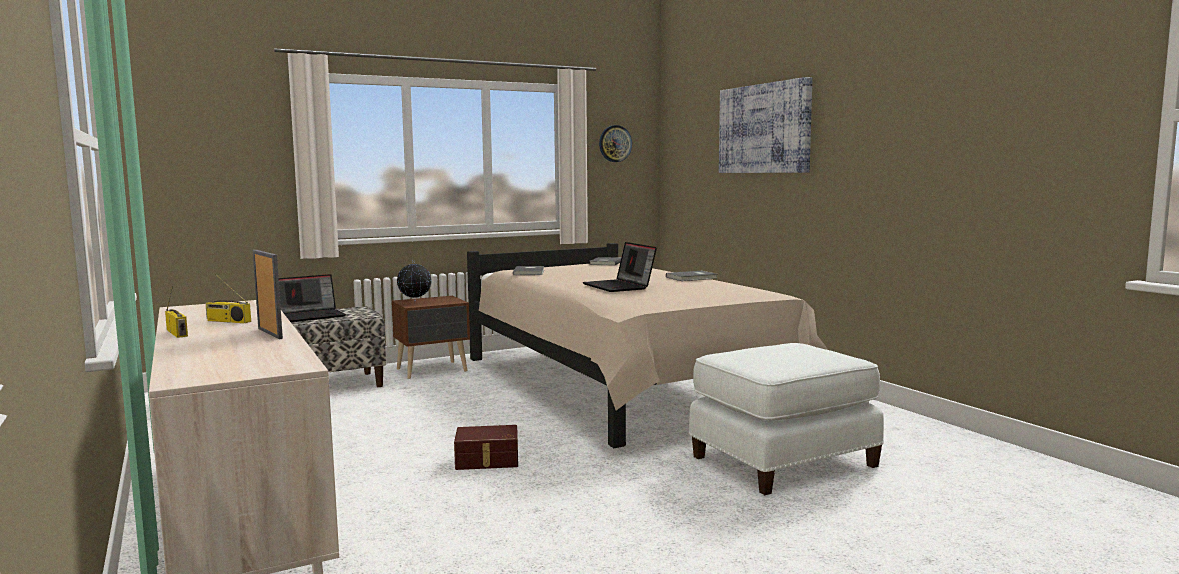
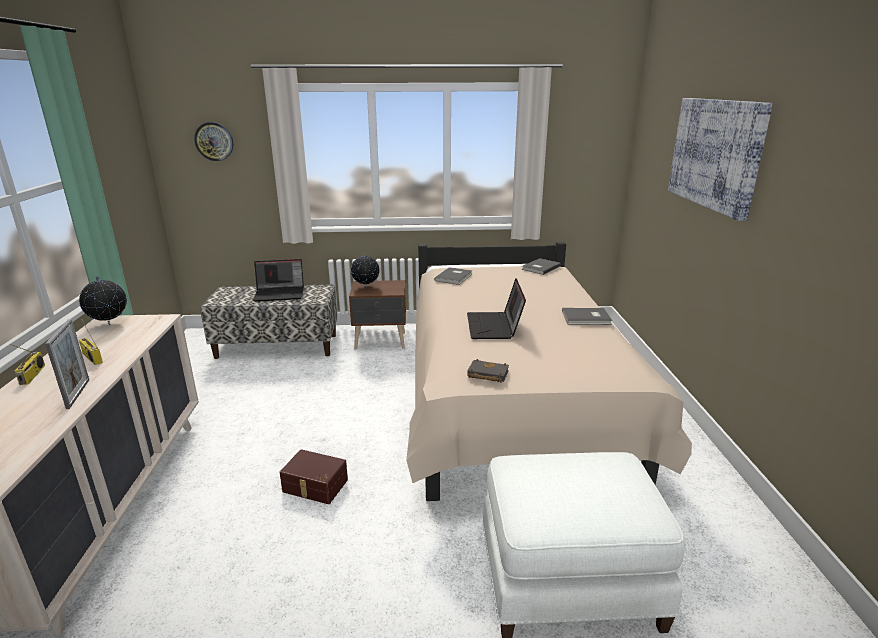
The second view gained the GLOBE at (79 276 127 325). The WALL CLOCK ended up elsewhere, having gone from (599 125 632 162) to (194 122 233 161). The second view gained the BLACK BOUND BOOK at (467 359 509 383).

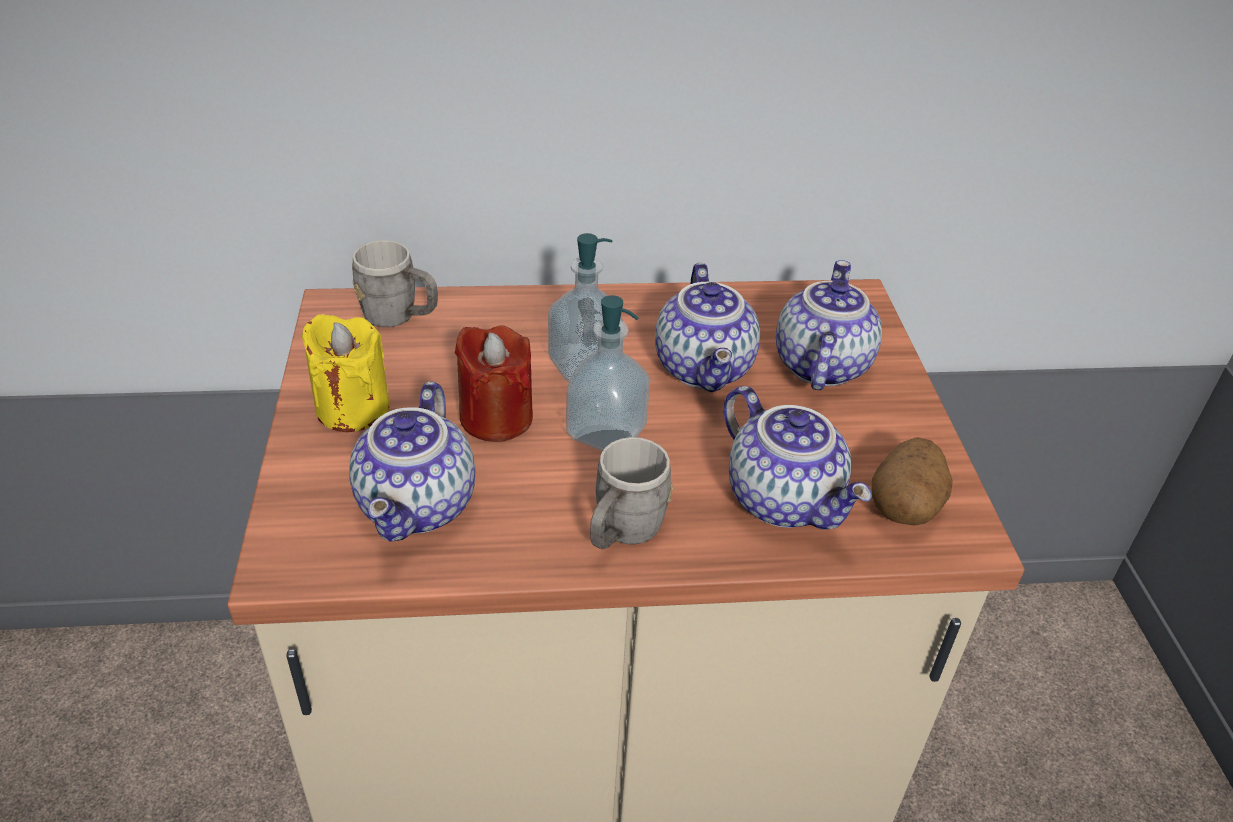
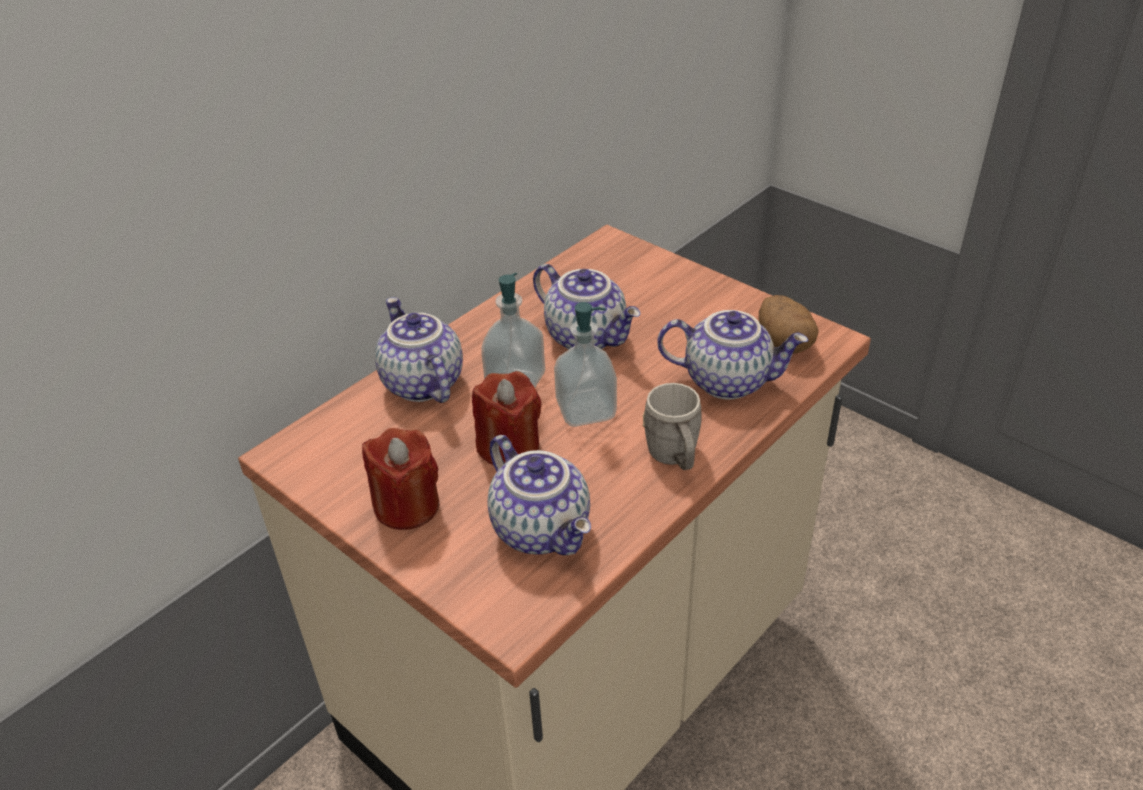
What was the YELLOW-COLOURED WAX CANDLE at (301 314 390 432) turned into the RED WAX CANDLE at (362 428 440 530). The POT FOR TEA ended up elsewhere, having gone from (776 260 882 390) to (375 297 463 403). The second view lost the GREY TEA MUG at (352 240 438 327).

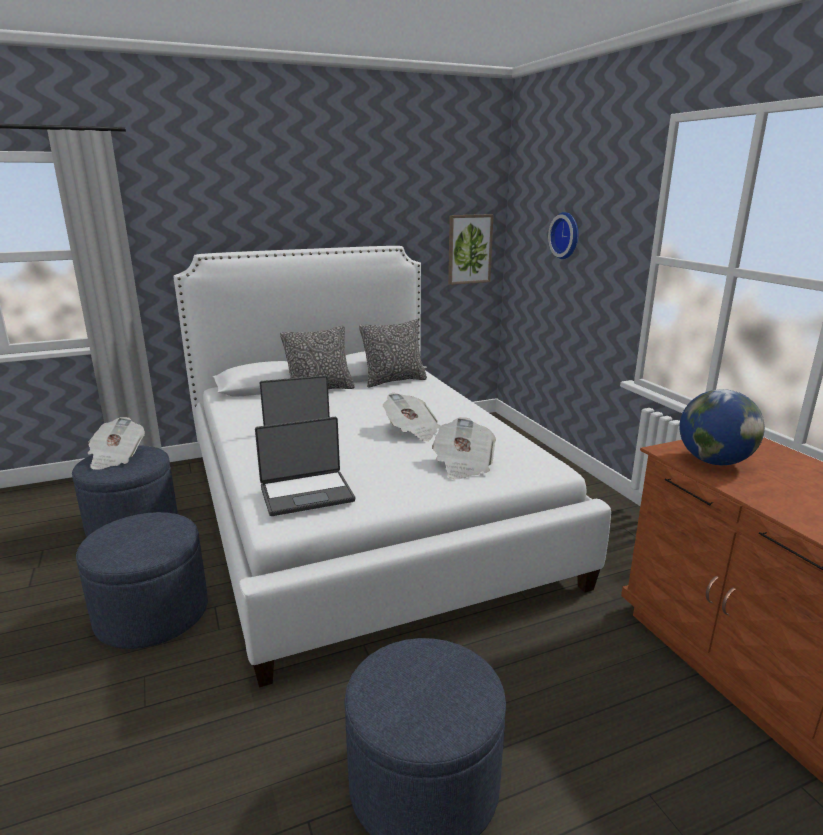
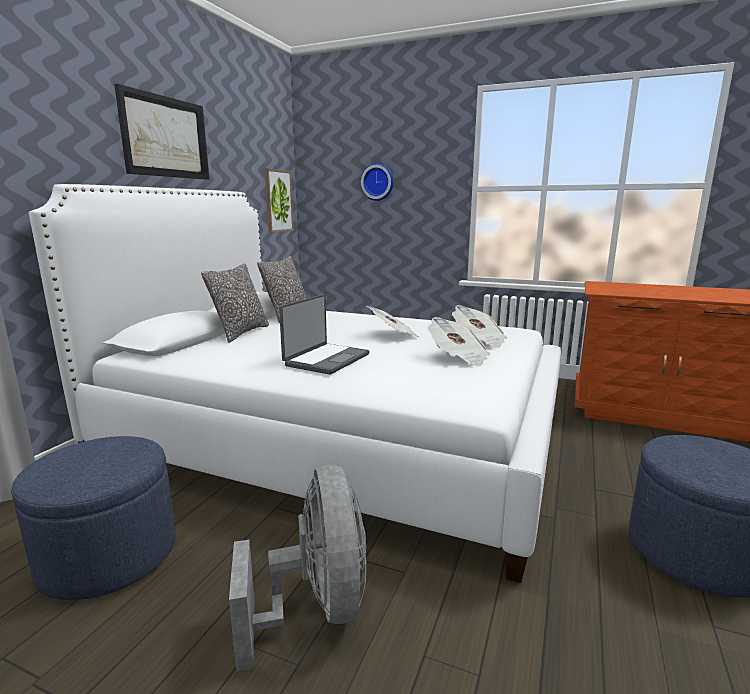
The second view gained the WALL PICTURE at (114 84 209 180). Where the BLUE POUFFE stood at (76 512 208 649), the GREY ELECTRIC FAN came to stand at (229 464 366 672). The DAILY PAPER ended up elsewhere, having gone from (88 417 145 470) to (428 317 490 367). The second view lost the NOTEBOOK COMPUTER at (255 417 355 516). The second view lost the GLOBE at (679 389 765 465).

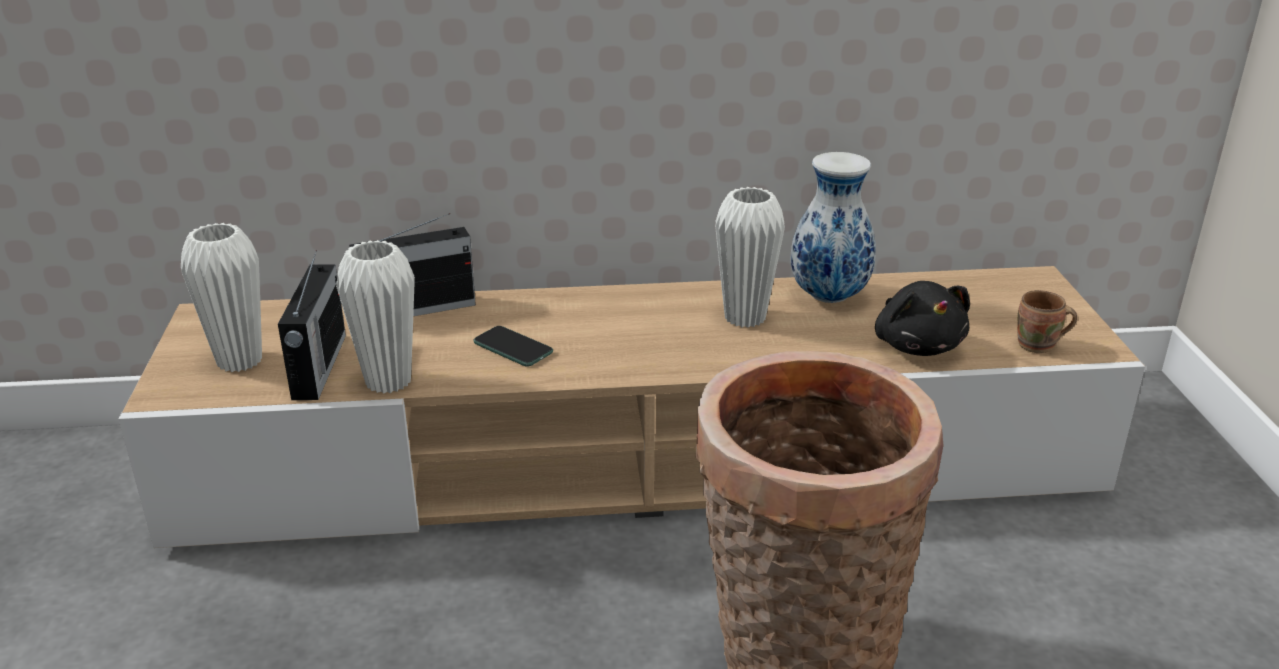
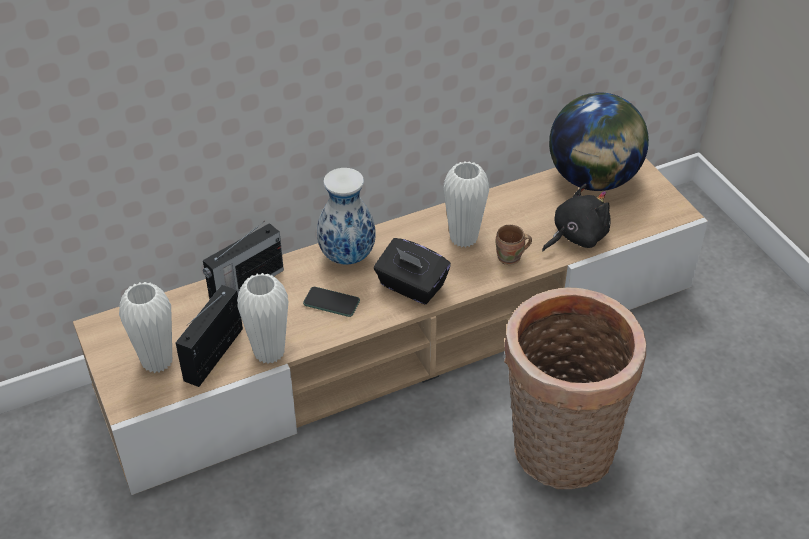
The RADIO at (278 250 346 400) ended up facing another way, 135 degrees counterclockwise from before. The VASE ended up elsewhere, having gone from (790 152 876 303) to (317 168 376 265). The second view gained the BLACK BOX OF TISSUES at (374 238 451 304). The BROWNISH TEA MUG ended up elsewhere, having gone from (1017 290 1077 353) to (496 225 532 265). The BLACK SOFT TOY at (875 281 970 356) ended up facing another way, 90 degrees counterclockwise from before. The second view gained the GLOBE at (549 92 649 191).

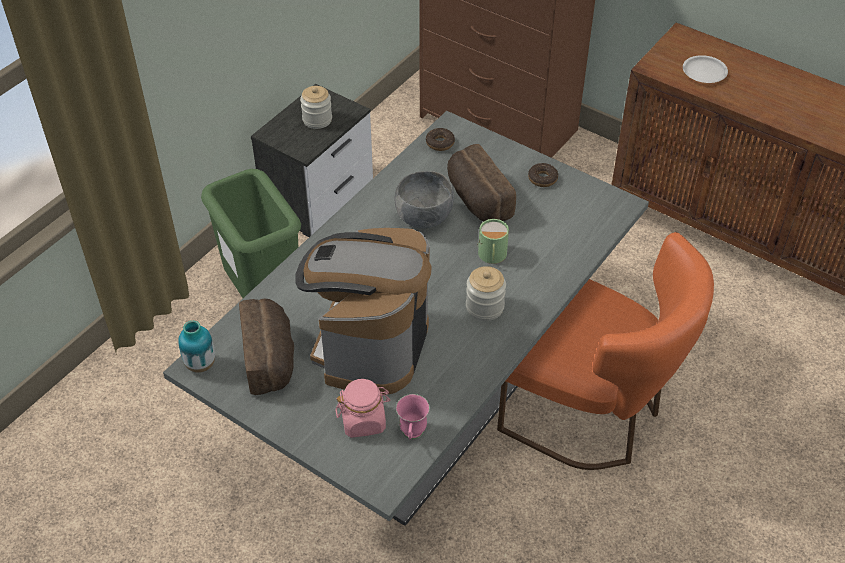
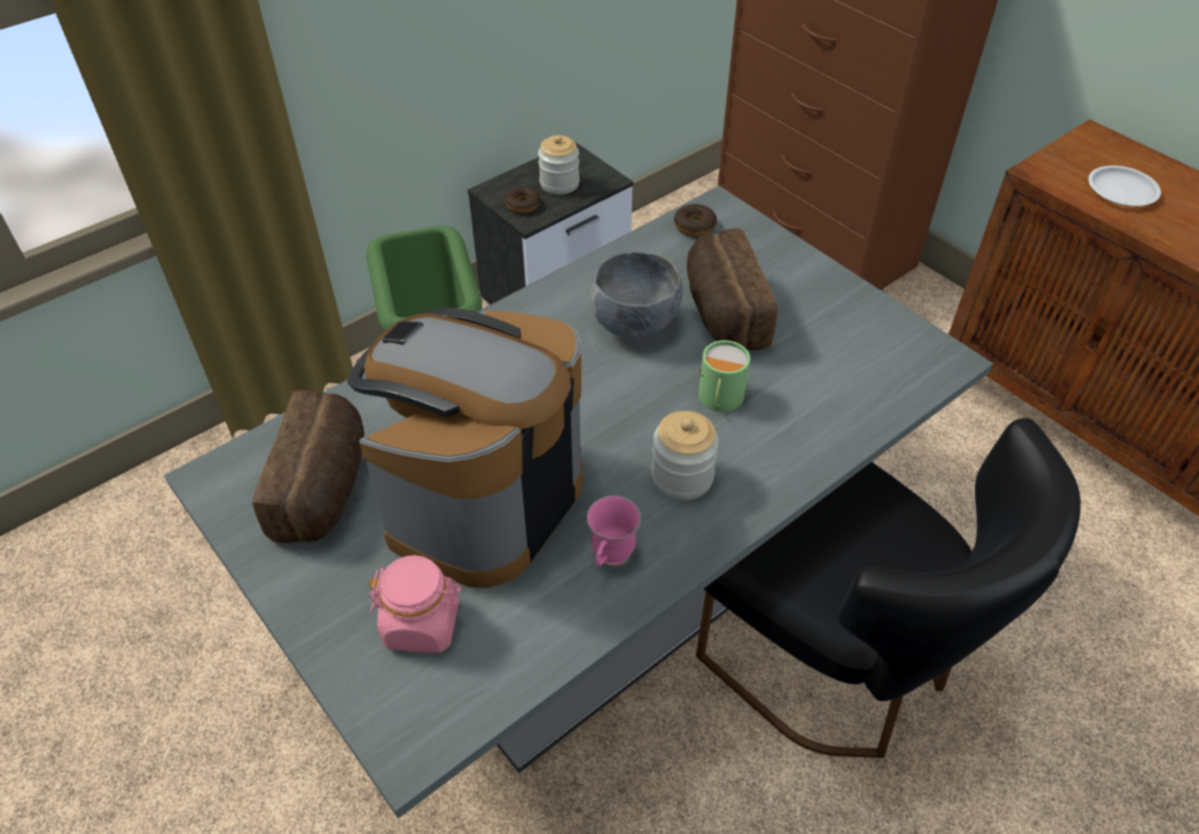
The DONUT ended up elsewhere, having gone from (528 163 558 187) to (505 187 540 213). The PINKISH TEA MUG ended up elsewhere, having gone from (396 394 430 439) to (587 495 641 567). What was the ORANGE UPRIGHT CHAIR at (497 232 714 470) turned into the BLACK UPRIGHT CHAIR at (696 418 1081 758). The second view lost the VASE at (178 321 215 373).

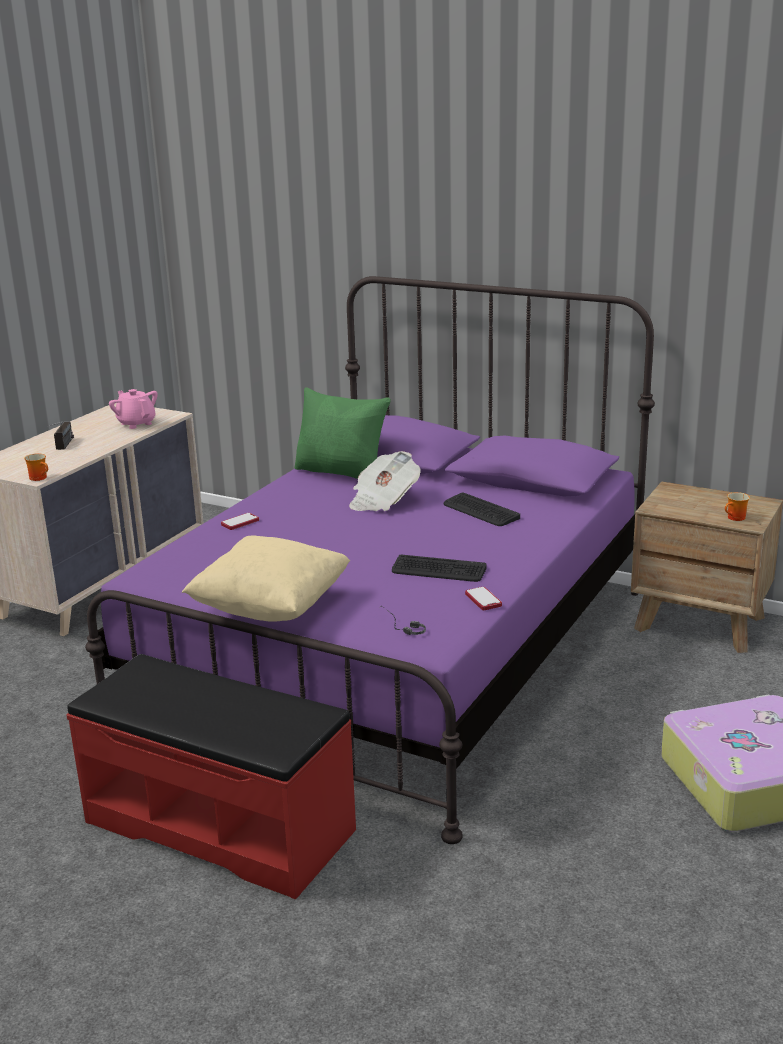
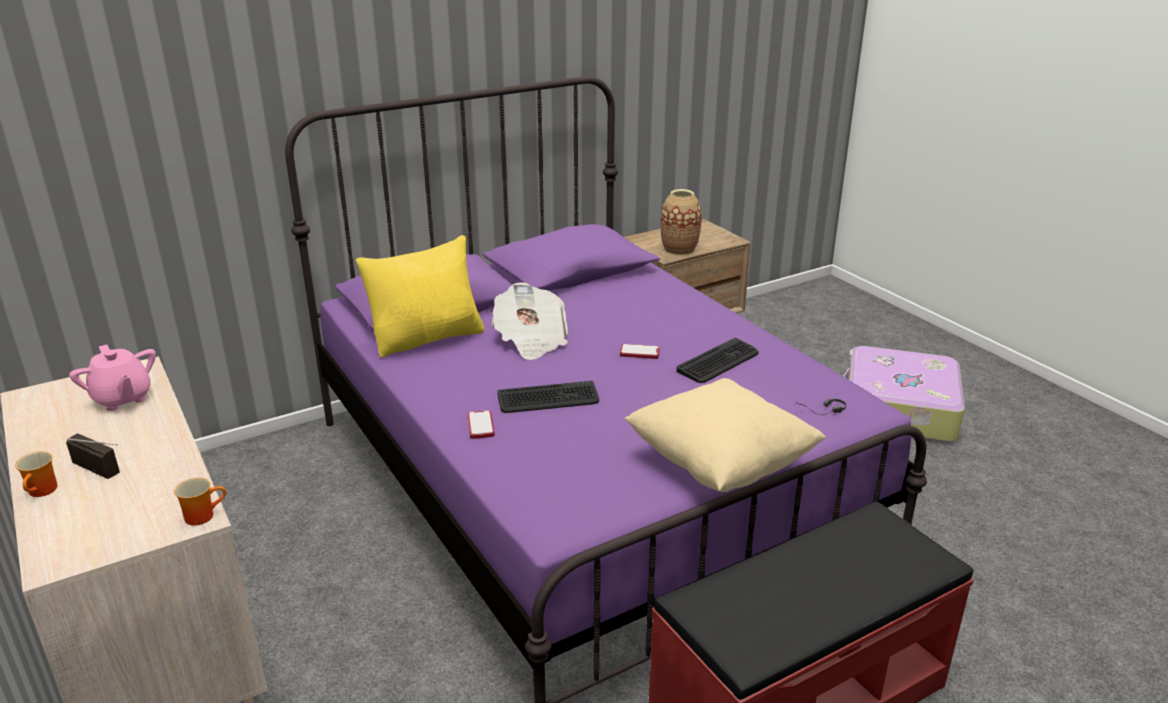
The TEA MUG ended up elsewhere, having gone from (725 492 750 521) to (15 451 58 497). The PINKISH POT FOR TEA at (109 389 158 429) ended up facing another way, 120 degrees counterclockwise from before. What was the GREEN THROW PILLOW at (294 388 391 479) turned into the YELLOW-COLOURED THROW PILLOW at (356 235 484 357). The COMPUTER KEYBOARD ended up elsewhere, having gone from (444 492 520 526) to (497 381 599 413). The HANDSET ended up elsewhere, having gone from (465 587 502 610) to (620 344 660 359). The second view gained the VASE at (661 189 702 256).

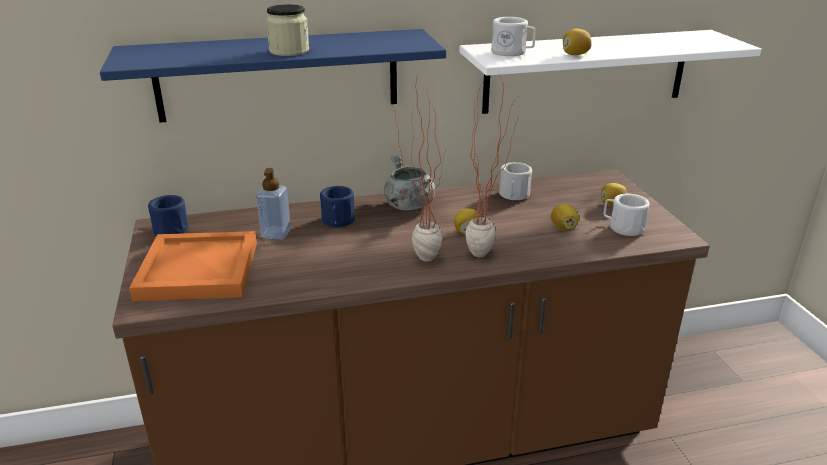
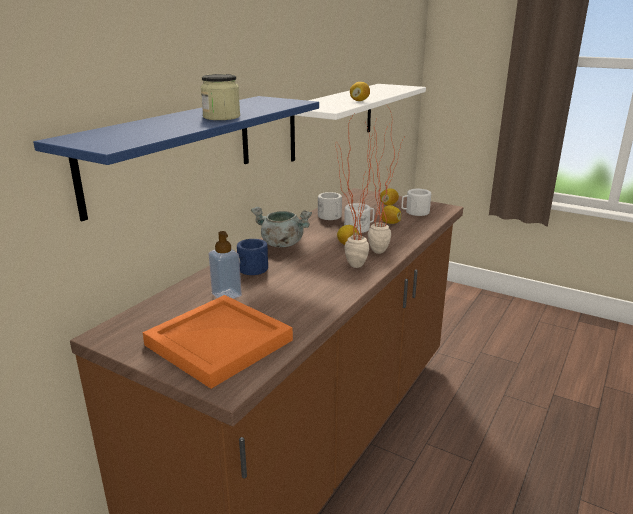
The WHITE-COLOURED TEA MUG ended up elsewhere, having gone from (491 17 536 56) to (344 203 375 233). The second view lost the BLUE TEA MUG at (148 195 189 235).

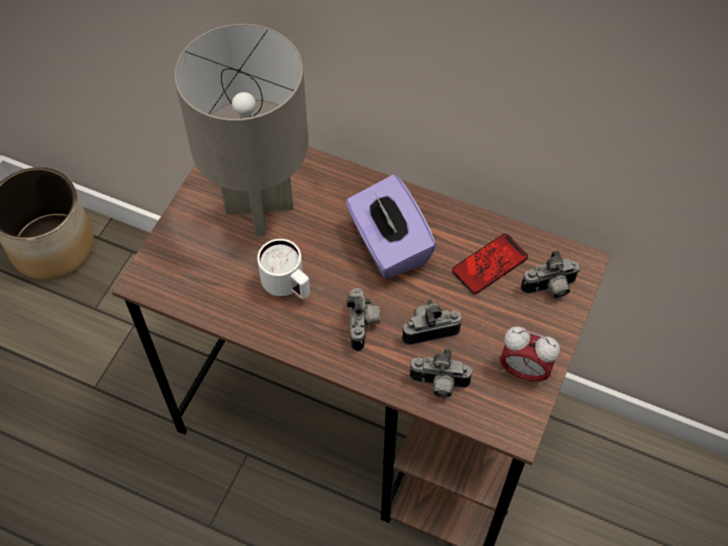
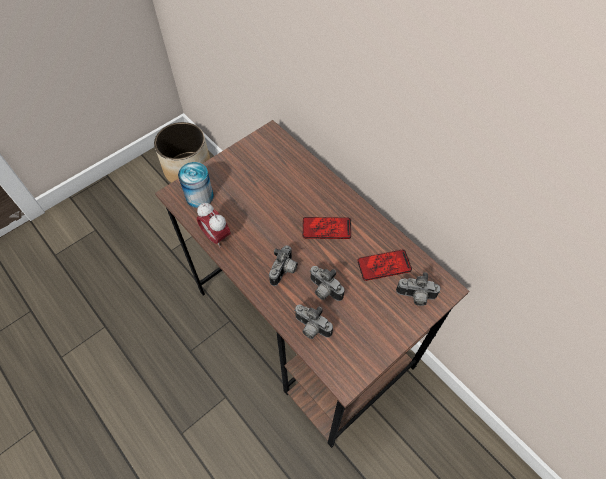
The second view gained the METAL CAN at (178 162 214 208). The ALARM CLOCK ended up elsewhere, having gone from (500 327 560 385) to (197 203 230 248). Where the PURPLE-COLOURED BOX OF TISSUES stood at (346 174 436 279), the HANDSET came to stand at (303 217 351 239). The PHOTO CAMERA at (401 299 462 345) ended up facing another way, 150 degrees counterclockwise from before. The second view lost the GREY LAMP FOR A TABLE at (174 24 308 236). The second view lost the WHITE-COLOURED TEA MUG at (257 239 310 299).

